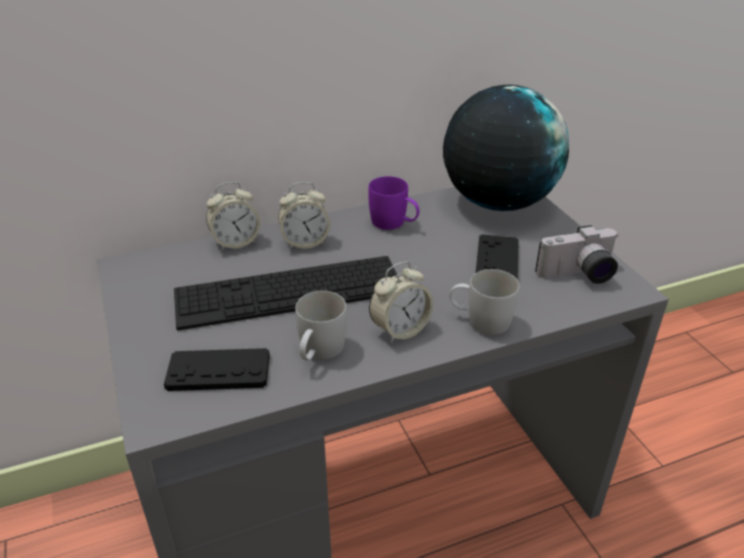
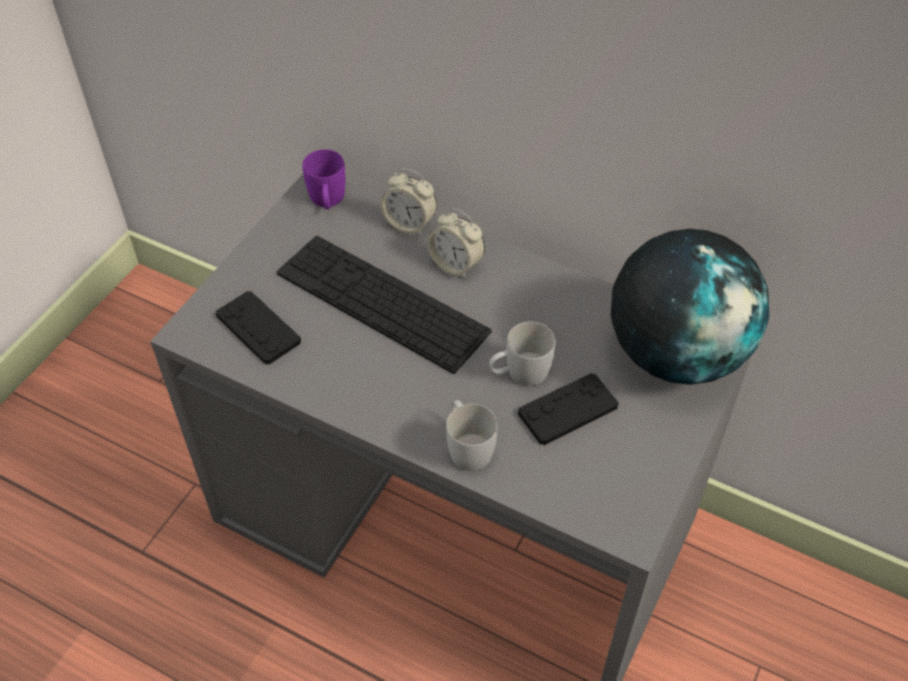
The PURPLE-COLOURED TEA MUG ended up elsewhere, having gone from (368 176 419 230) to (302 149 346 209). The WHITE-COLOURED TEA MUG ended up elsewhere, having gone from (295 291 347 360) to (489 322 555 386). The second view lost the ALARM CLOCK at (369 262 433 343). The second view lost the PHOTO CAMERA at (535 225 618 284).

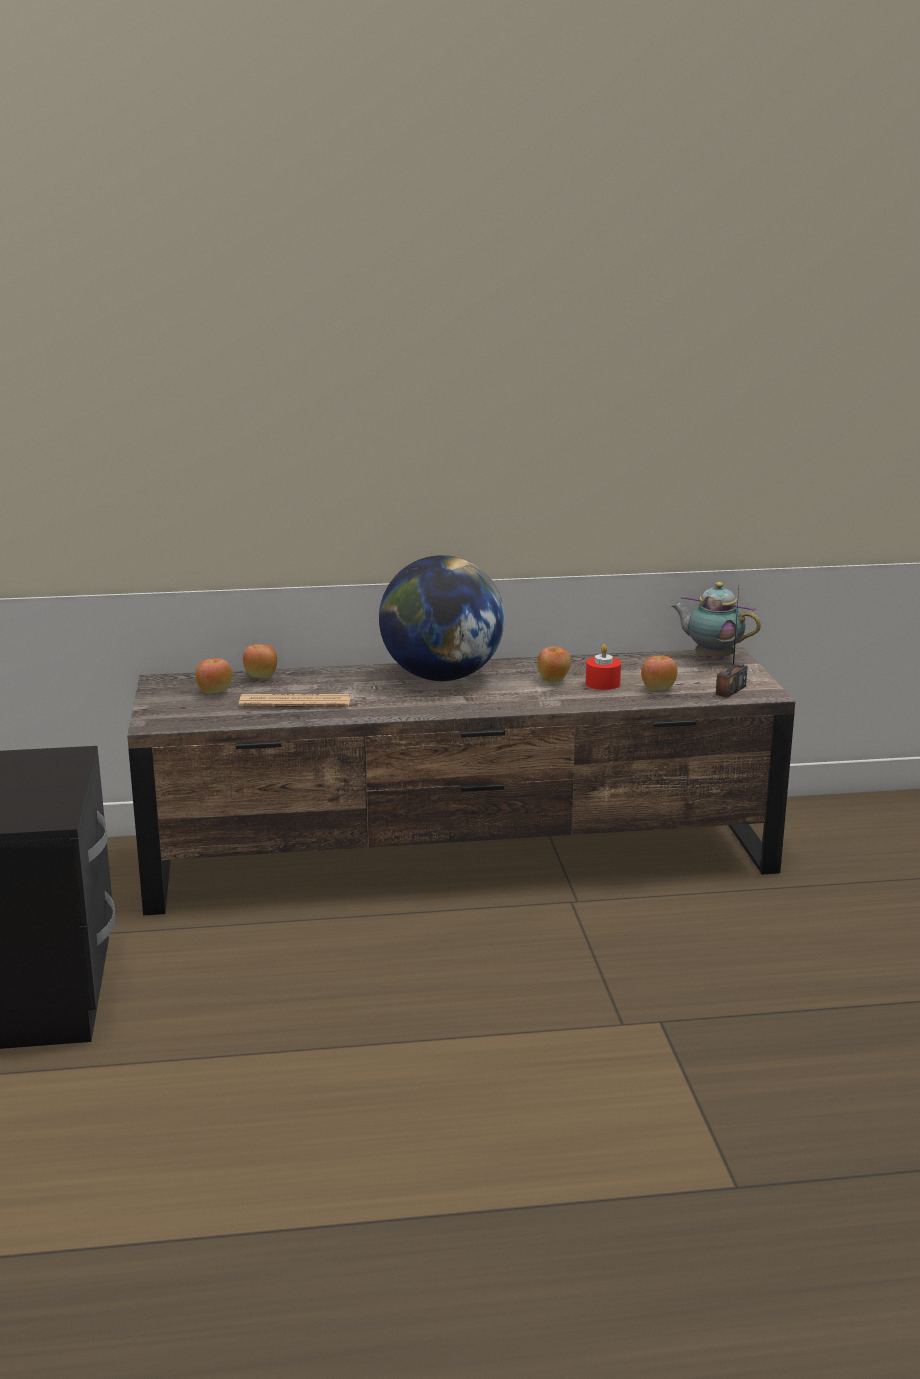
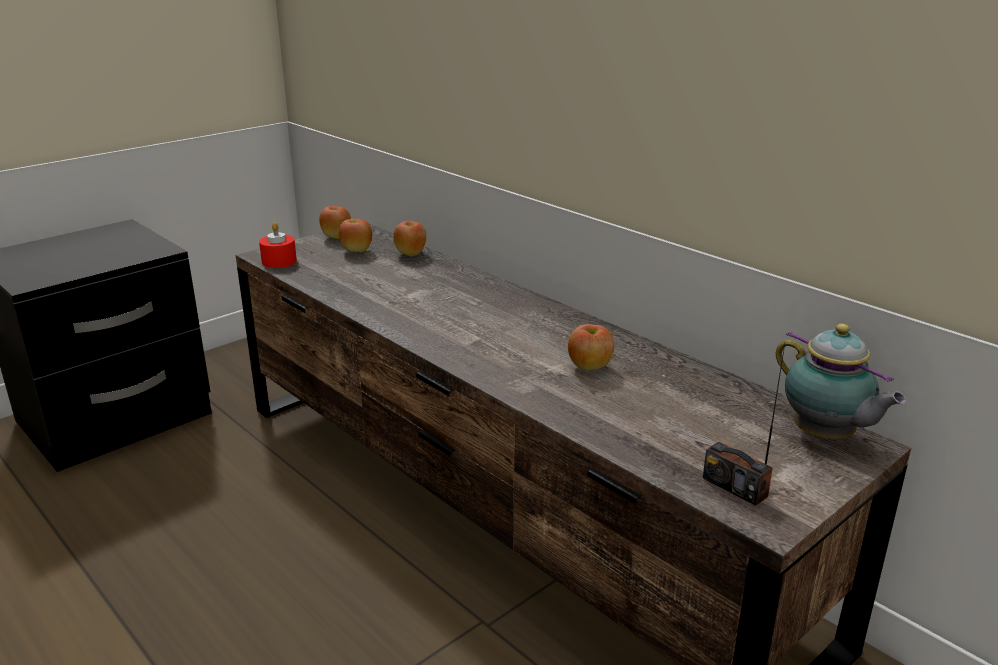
The RED WAX CANDLE ended up elsewhere, having gone from (586 644 621 690) to (259 222 297 268). The APPLE ended up elsewhere, having gone from (641 656 677 690) to (319 206 351 239). The RADIO at (716 590 748 698) ended up facing another way, 45 degrees clockwise from before. The POT FOR TEA at (672 582 761 660) ended up facing another way, 150 degrees clockwise from before. The second view lost the DAILY PAPER at (239 694 350 707). The second view lost the GLOBE at (379 555 505 681).

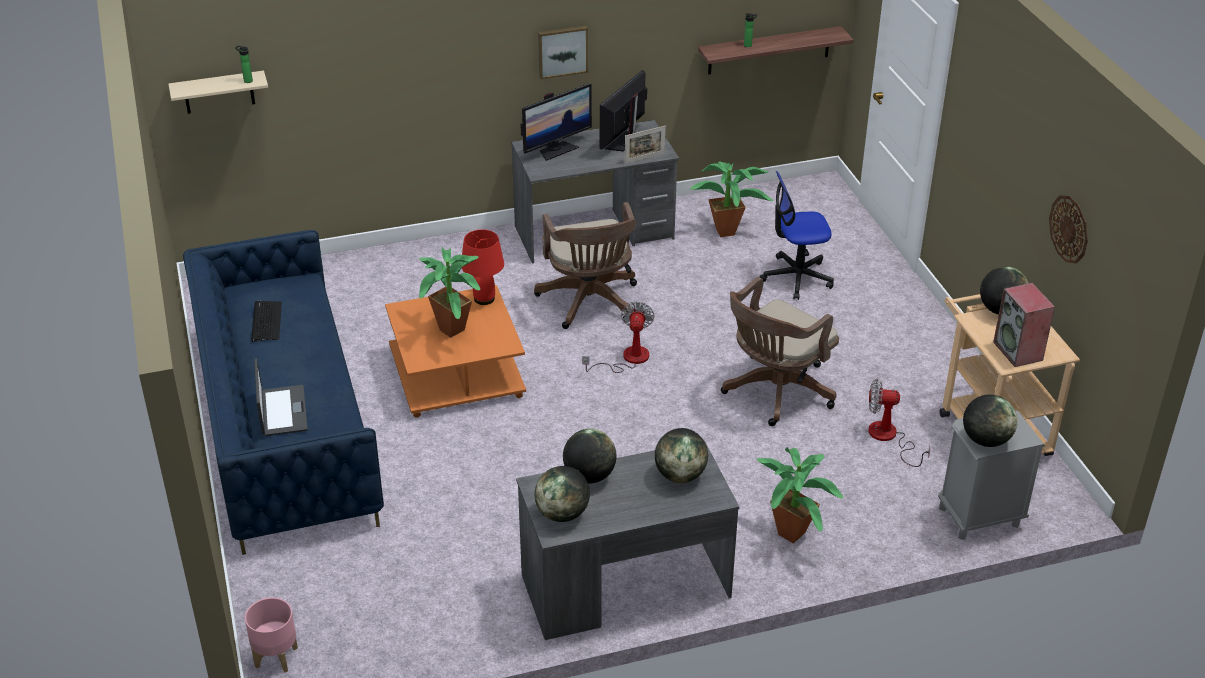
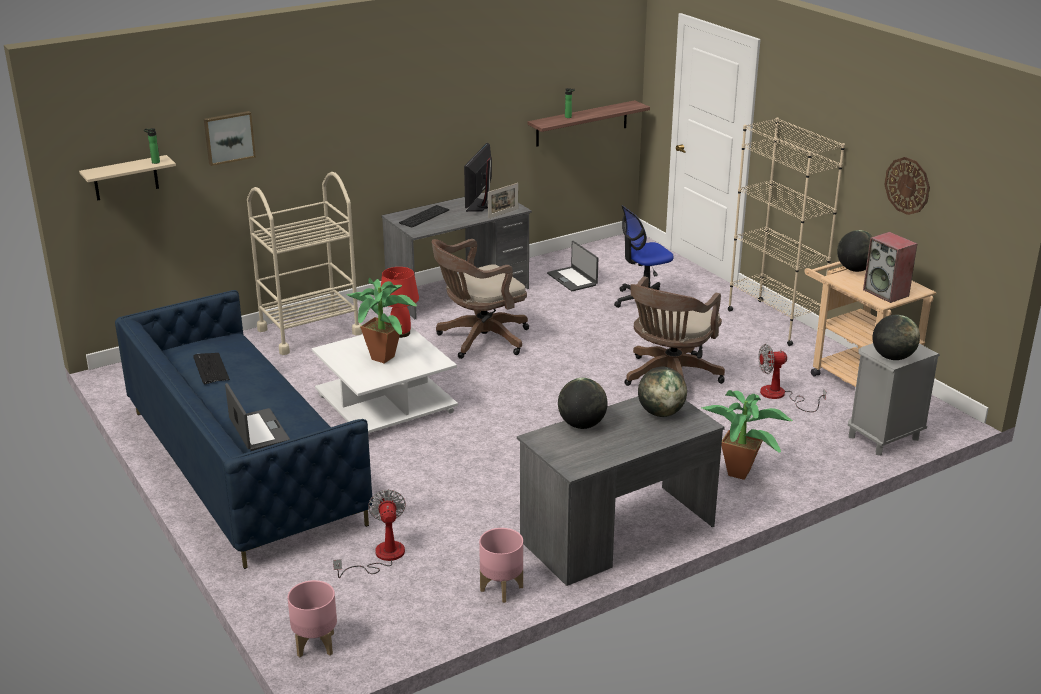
The WALL PICTURE ended up elsewhere, having gone from (538 26 588 79) to (204 111 256 166). The second view gained the SAND-COLOURED WHEELED CART at (247 172 363 355). What was the ORANGE LOUNGE TABLE at (385 285 526 418) turned into the WHITE-COLOURED LOUNGE TABLE at (312 327 458 433). The ELECTRIC FAN ended up elsewhere, having gone from (582 302 655 373) to (333 489 406 578). Where the COMPUTER SCREEN stood at (521 83 592 161), the COMPUTER KEYBOARD came to stand at (399 205 449 228). The BROWNISH DESK CHAIR at (534 202 637 329) ended up facing another way, 90 degrees clockwise from before. The second view gained the PINKISH PLANT POT at (479 528 523 603). Where the POTTED PLANT stood at (690 161 773 237), the NOTEBOOK COMPUTER came to stand at (547 241 598 291). The second view gained the SAND-COLOURED BOOKCASE at (727 118 845 346). The second view lost the GLOBE at (535 466 590 522).

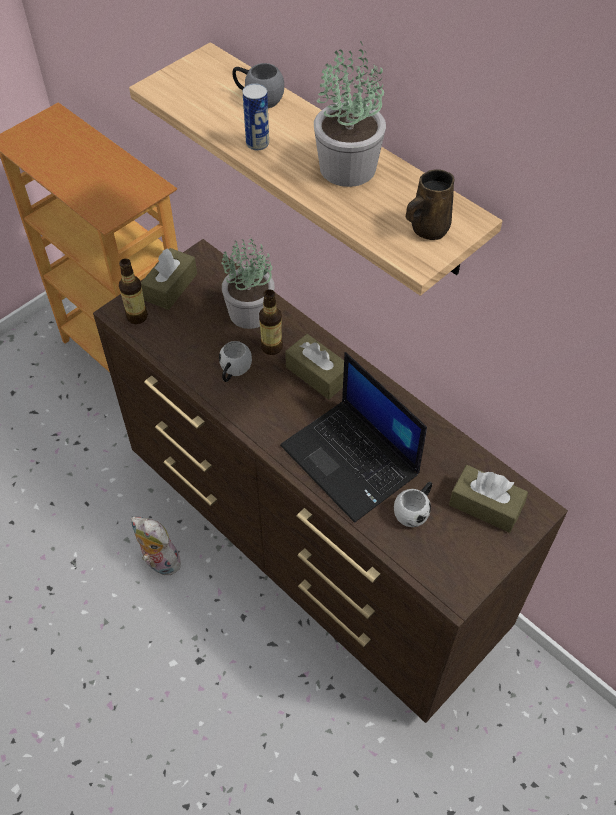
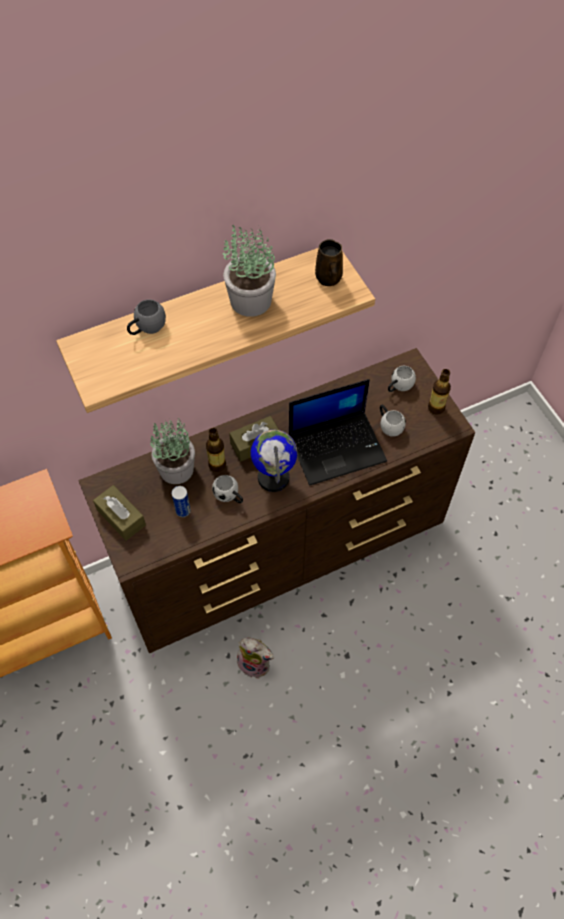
The METAL CAN ended up elsewhere, having gone from (242 84 269 150) to (172 486 191 517). The SOFT TOY at (131 517 181 575) ended up facing another way, 120 degrees counterclockwise from before. The second view gained the GLOBE at (251 430 297 492). Where the BROWNISH BOX OF TISSUES stood at (449 465 528 533), the WHITE-COLOURED TEA MUG came to stand at (388 366 416 392). The BEVERAGE BOTTLE ended up elsewhere, having gone from (119 258 148 324) to (428 369 451 415).

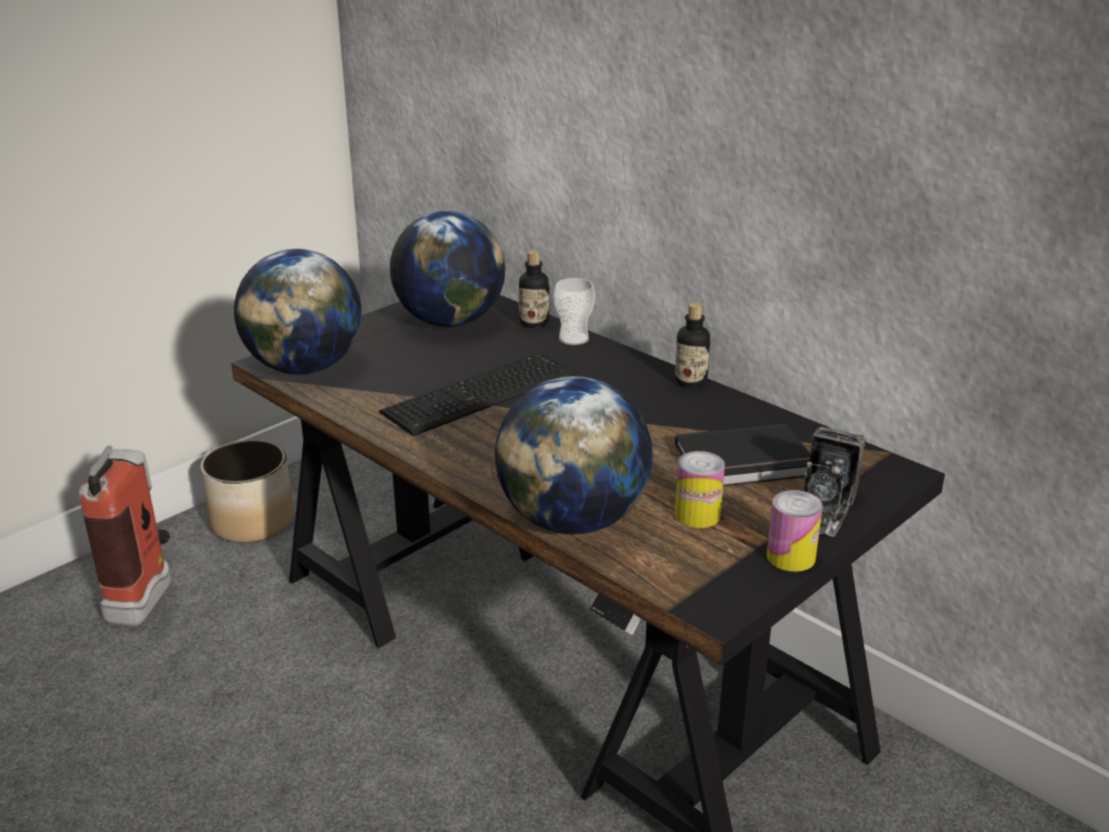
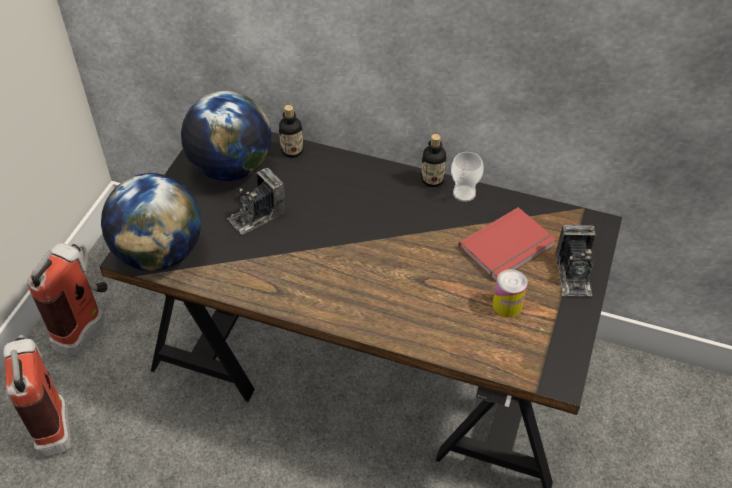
Where the PLANT POT stood at (201 440 294 542), the FIRE EXTINGUISHER came to stand at (27 243 108 357). The second view gained the PHOTO CAMERA at (227 168 285 235). The CUP ended up elsewhere, having gone from (553 278 595 345) to (451 152 484 202). What was the BLACK BOUND BOOK at (675 423 810 486) turned into the RED BOUND BOOK at (459 207 556 281). The second view lost the COMPUTER KEYBOARD at (379 352 575 436). The second view lost the GLOBE at (495 376 653 534). The second view lost the METAL CAN at (767 490 823 572).

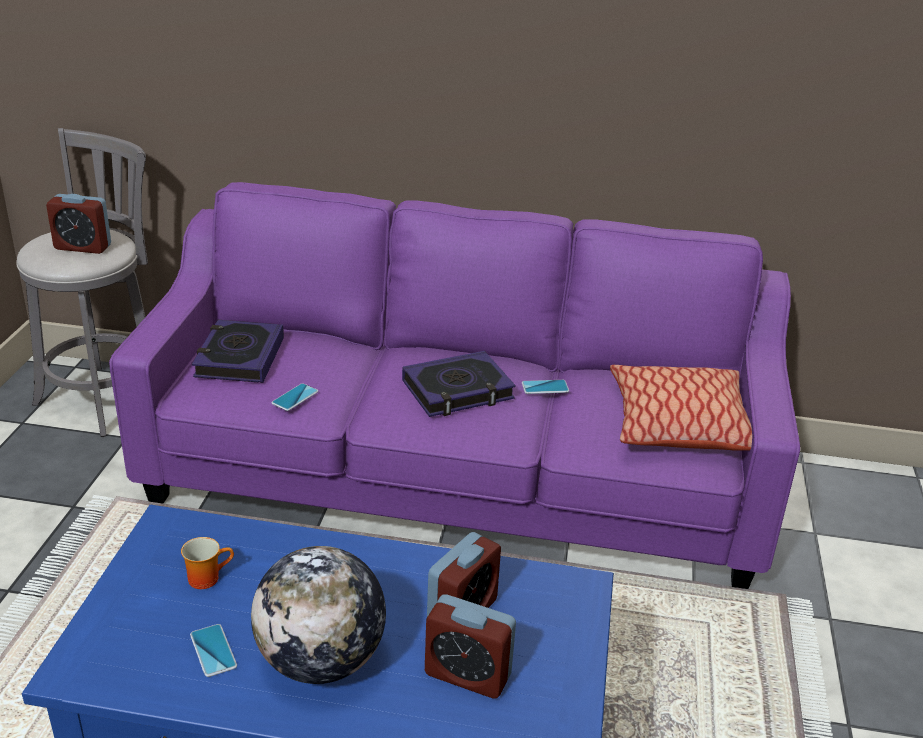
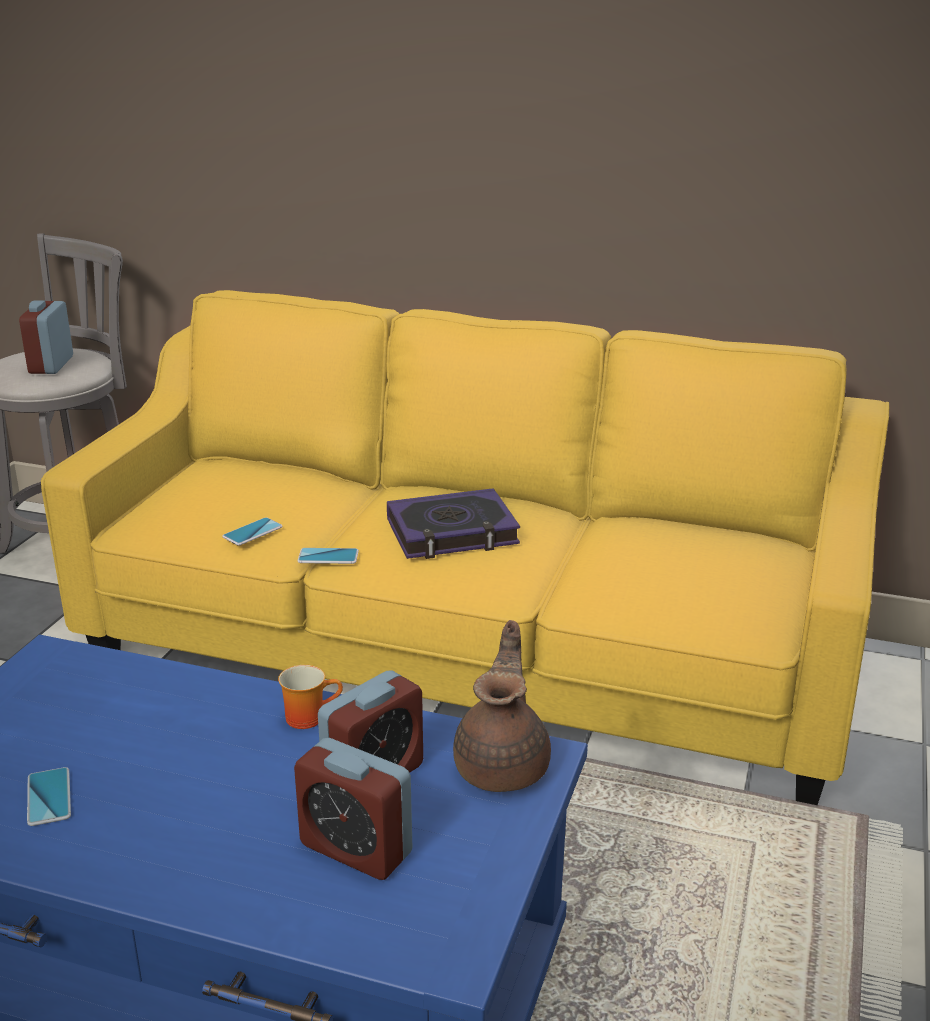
The ALARM CLOCK at (46 194 111 254) ended up facing another way, 75 degrees clockwise from before. What was the PURPLE-COLOURED SOFA at (109 182 800 589) turned into the YELLOW-COLOURED SOFA at (41 290 890 805). The TEA MUG ended up elsewhere, having gone from (181 537 234 589) to (278 665 343 729). The HANDSET ended up elsewhere, having gone from (522 380 569 394) to (297 548 359 564). The second view gained the BROWNISH POT FOR TEA at (453 620 551 792). The second view lost the BOUND BOOK at (192 320 284 383). The second view lost the GLOBE at (251 546 386 684). The second view lost the THROW PILLOW at (610 365 752 451).

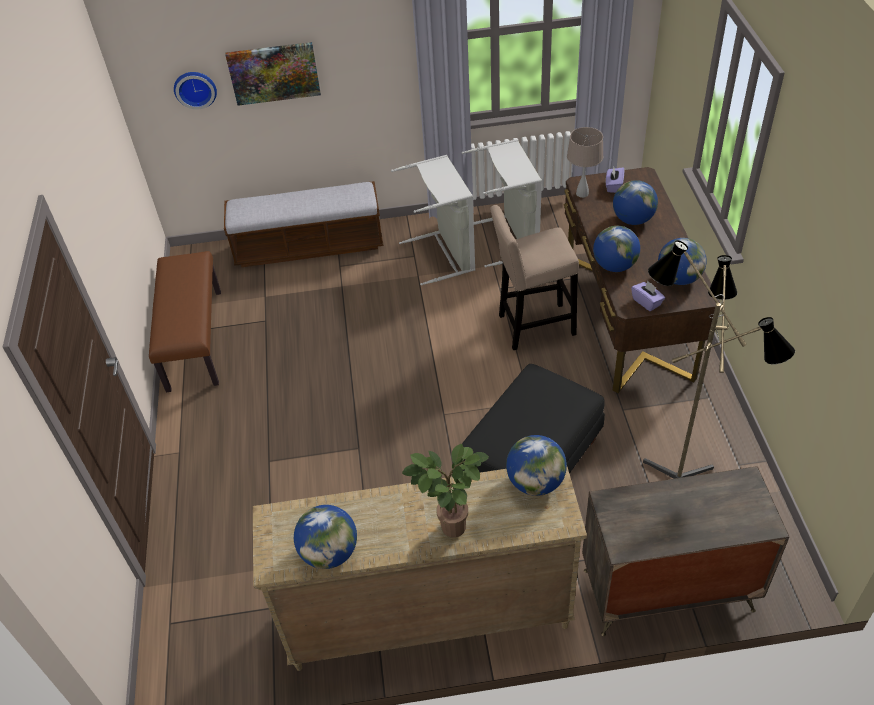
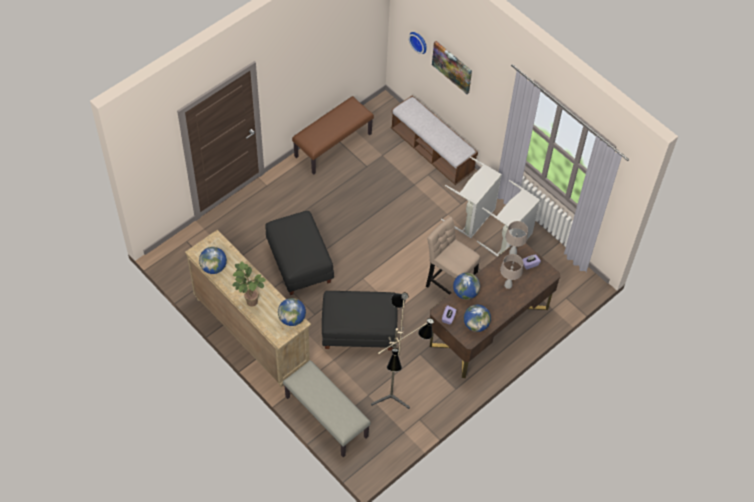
The second view gained the BLACK POUFFE at (265 211 334 295). Where the CHEST OF DRAWERS stood at (582 466 789 636), the GREY INDOOR BENCH came to stand at (283 360 371 457). Where the GLOBE stood at (613 180 658 225), the SAND-COLOURED LAMP FOR A TABLE came to stand at (500 254 523 289).

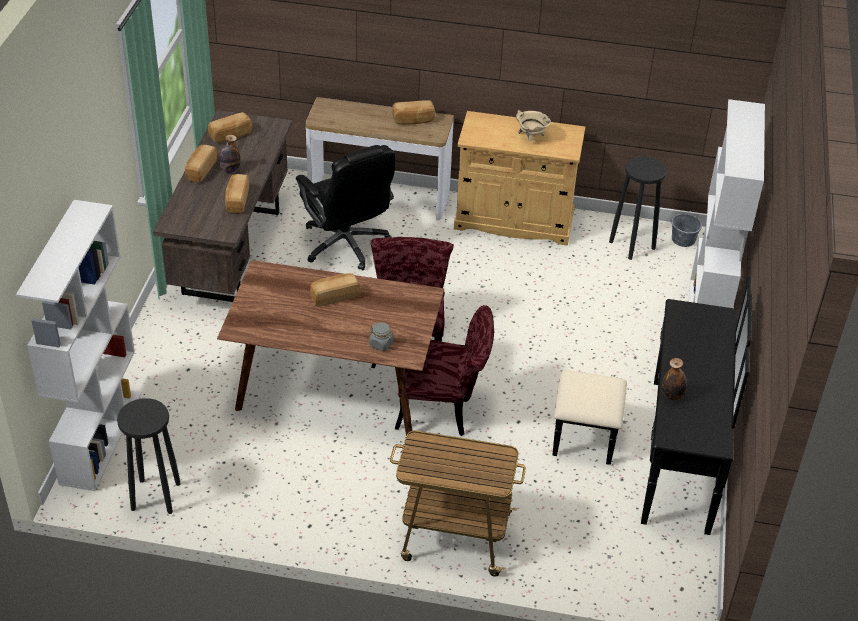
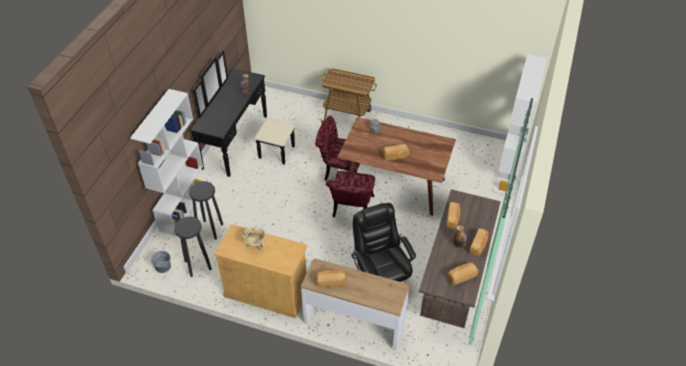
The BLACK SITTING STOOL ended up elsewhere, having gone from (117 398 181 514) to (189 181 223 239).

